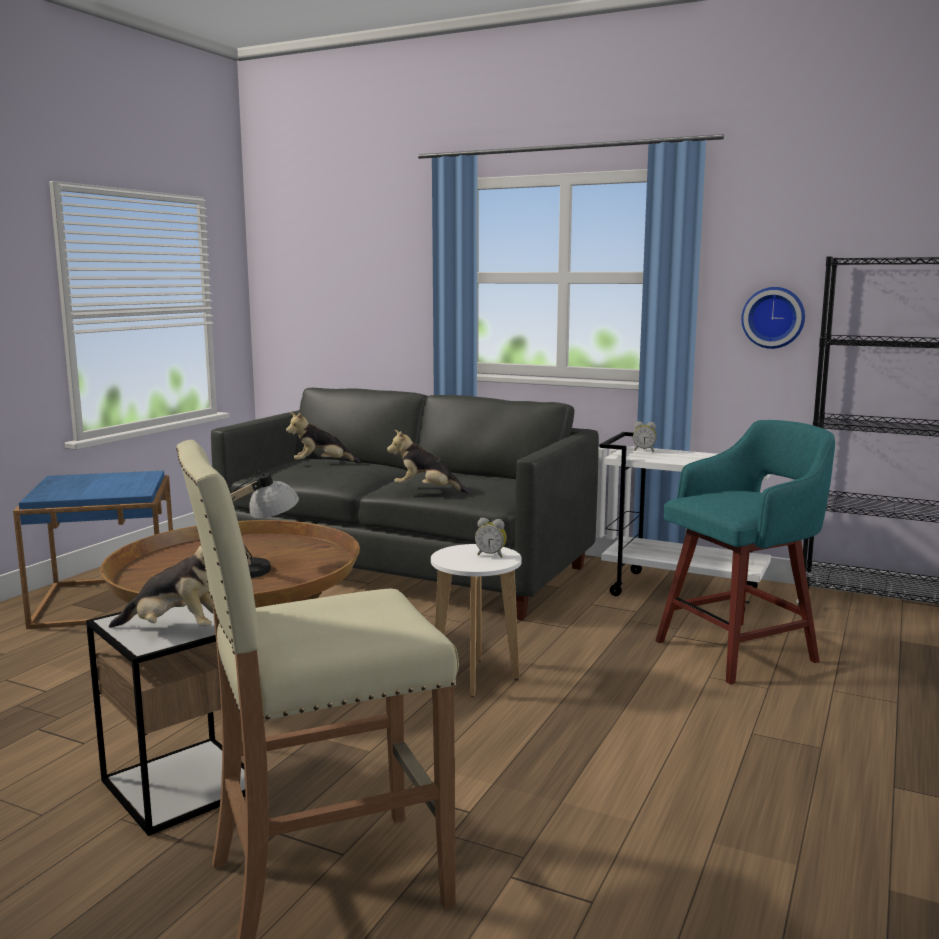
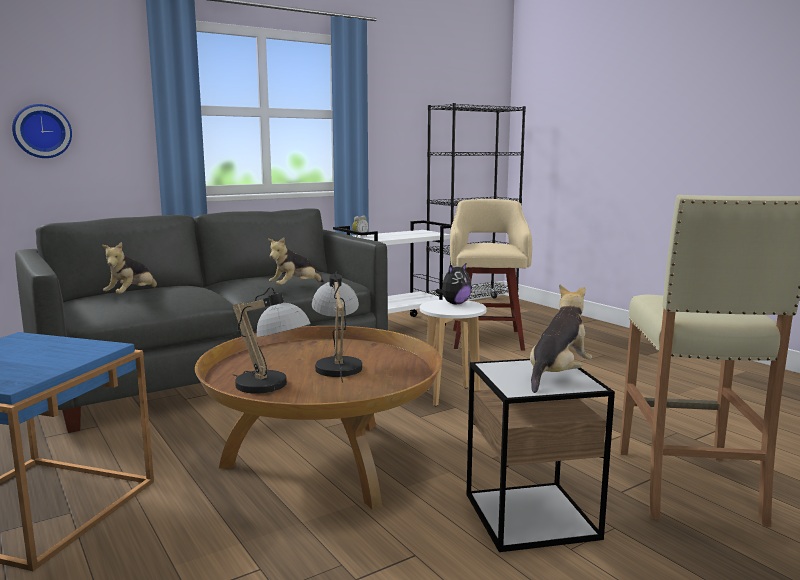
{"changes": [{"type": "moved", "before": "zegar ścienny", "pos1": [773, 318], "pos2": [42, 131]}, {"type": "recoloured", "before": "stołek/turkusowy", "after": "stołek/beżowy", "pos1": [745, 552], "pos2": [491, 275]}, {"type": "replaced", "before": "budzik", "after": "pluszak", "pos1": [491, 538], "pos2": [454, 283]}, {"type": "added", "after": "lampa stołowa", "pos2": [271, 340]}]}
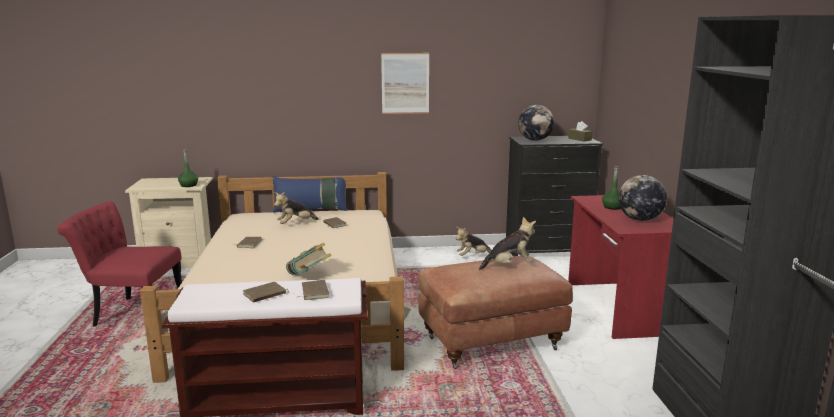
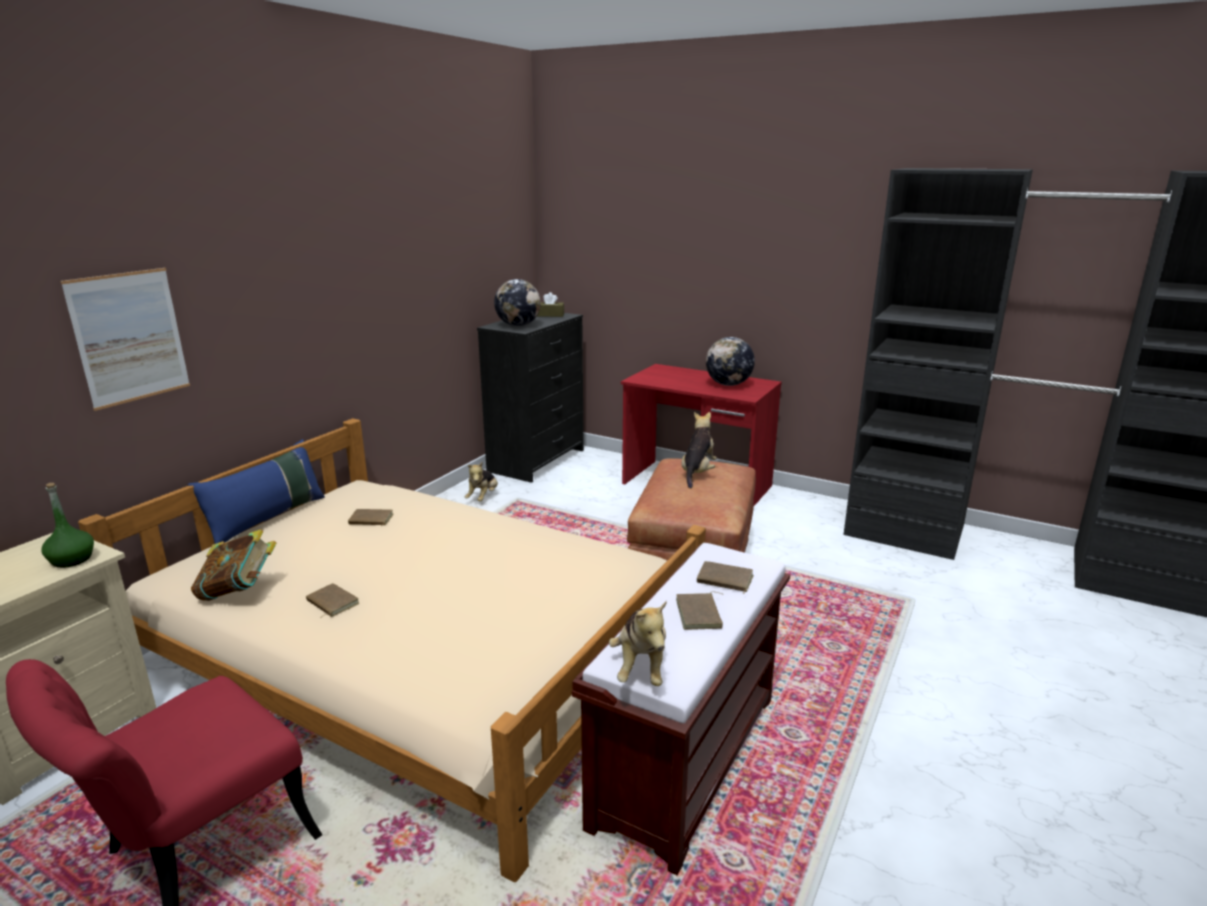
{"changes": [{"type": "moved", "before": "obraz", "pos1": [405, 83], "pos2": [125, 339]}, {"type": "removed", "before": "butelka/zielony", "pos1": [611, 188]}, {"type": "moved", "before": "pluszak", "pos1": [296, 208], "pos2": [637, 643]}, {"type": "moved", "before": "książka", "pos1": [308, 259], "pos2": [233, 565]}]}
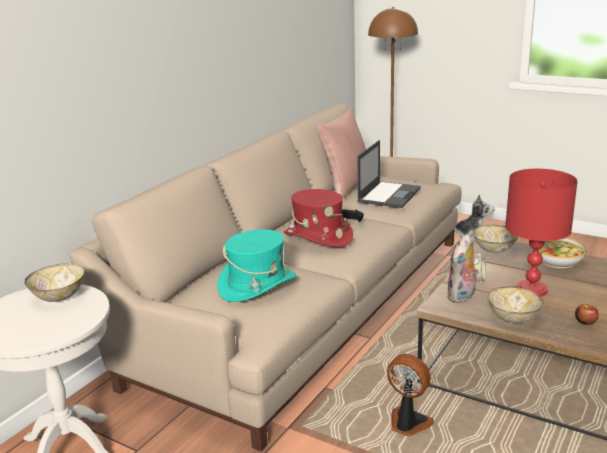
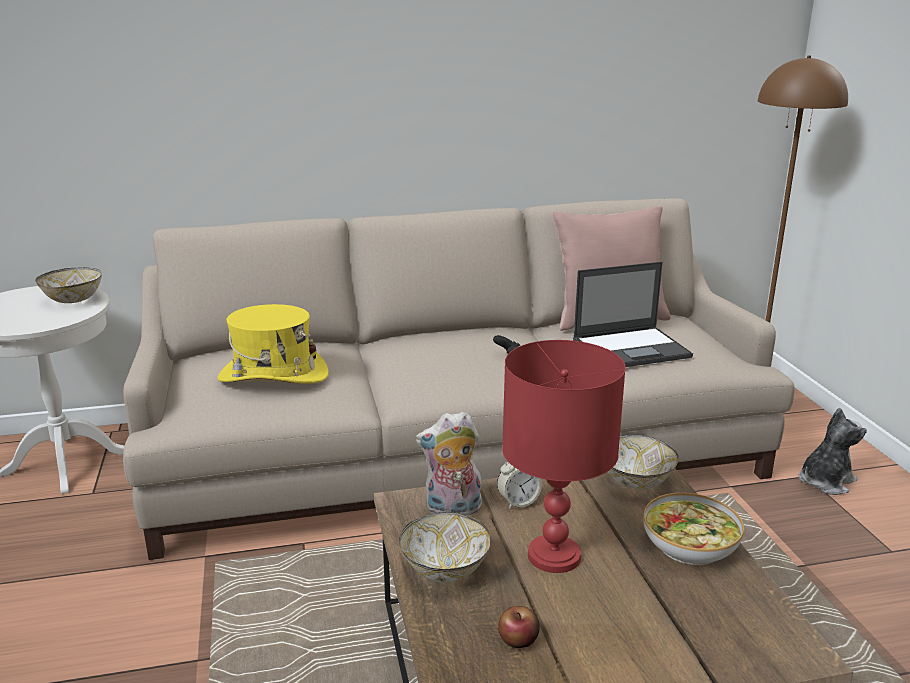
{"changes": [{"type": "removed", "before": "kapelusz/czerwony", "pos1": [318, 218]}, {"type": "turned", "before": "pluszak", "pos1": [475, 217], "pos2": [833, 451], "turn": -90}, {"type": "recoloured", "before": "kapelusz/turkusowy", "after": "kapelusz/żółty", "pos1": [257, 265], "pos2": [273, 344]}, {"type": "removed", "before": "wentylator", "pos1": [410, 395]}]}
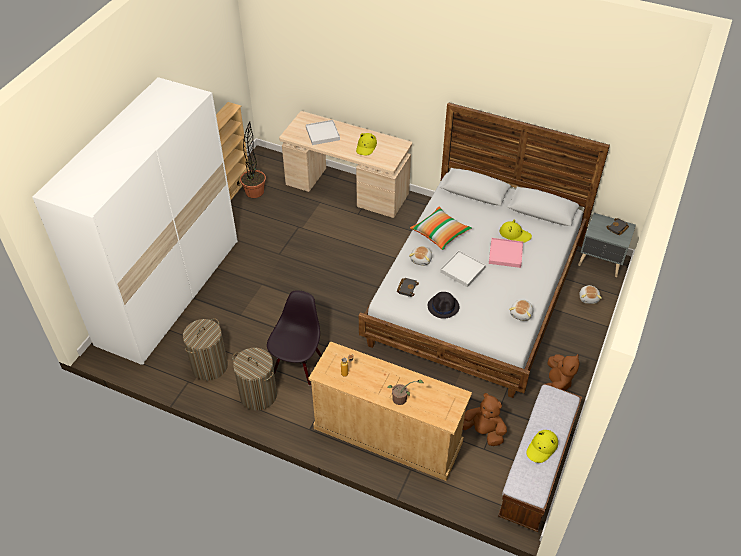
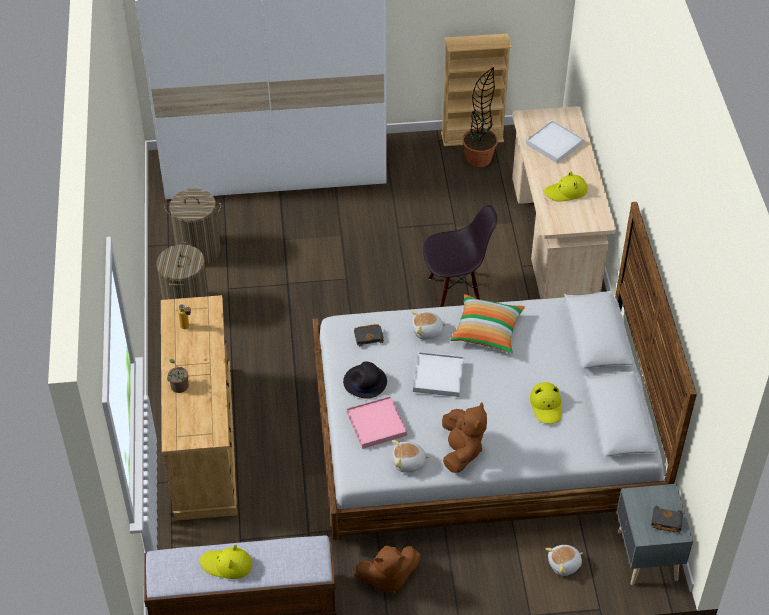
{"changes": [{"type": "moved", "before": "taca/różowy", "pos1": [506, 253], "pos2": [376, 422]}, {"type": "moved", "before": "krzesło/czarny", "pos1": [294, 338], "pos2": [460, 256]}, {"type": "moved", "before": "pluszak/brązowy", "pos1": [485, 419], "pos2": [464, 437]}]}
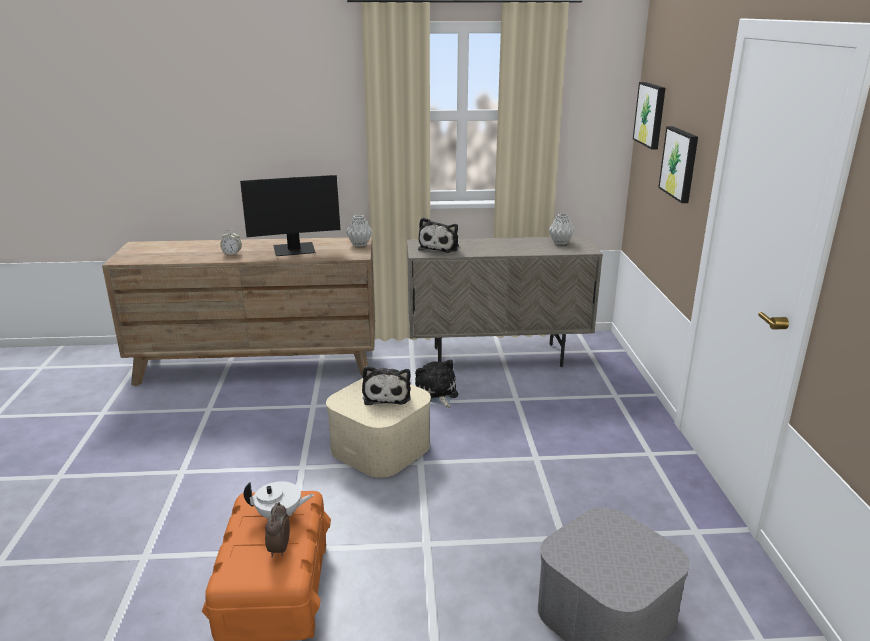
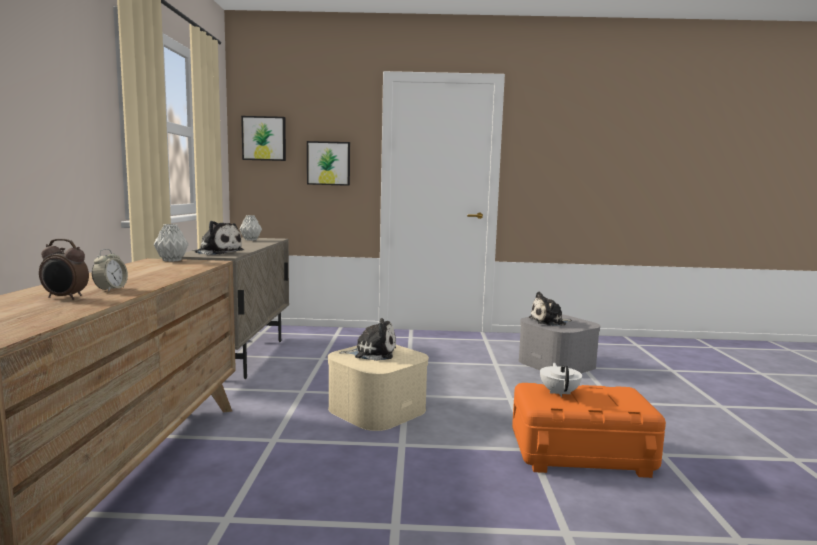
{"changes": [{"type": "removed", "before": "monitor", "pos1": [290, 215]}, {"type": "moved", "before": "pluszak", "pos1": [436, 383], "pos2": [550, 309]}, {"type": "moved", "before": "budzik", "pos1": [277, 529], "pos2": [64, 269]}]}
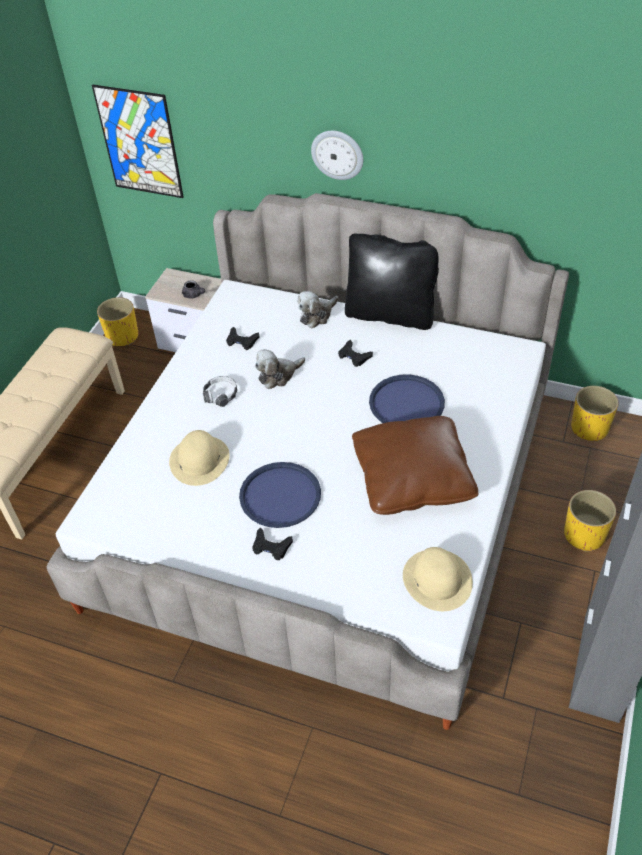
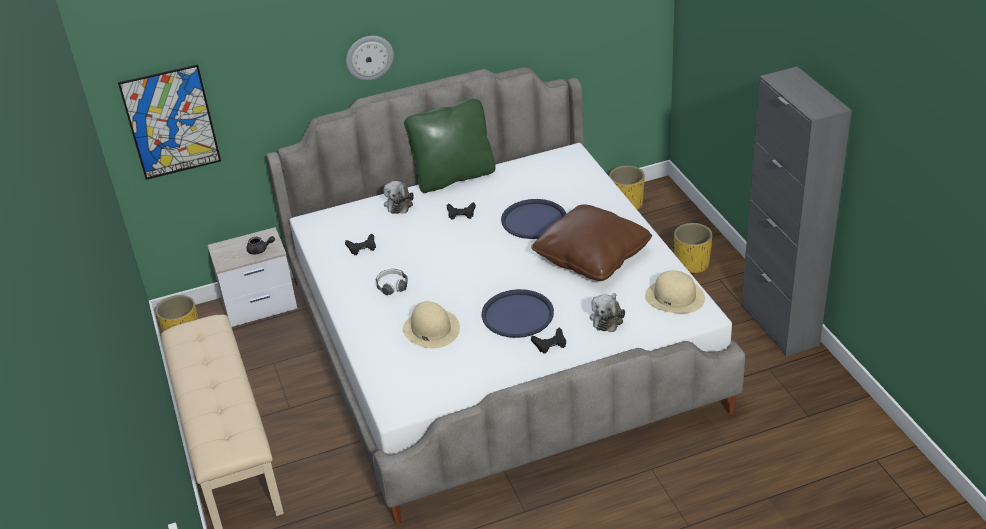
{"changes": [{"type": "recoloured", "before": "poduszka/czarny", "after": "poduszka/zielony", "pos1": [392, 282], "pos2": [450, 145]}, {"type": "moved", "before": "pluszak", "pos1": [280, 369], "pos2": [607, 312]}]}
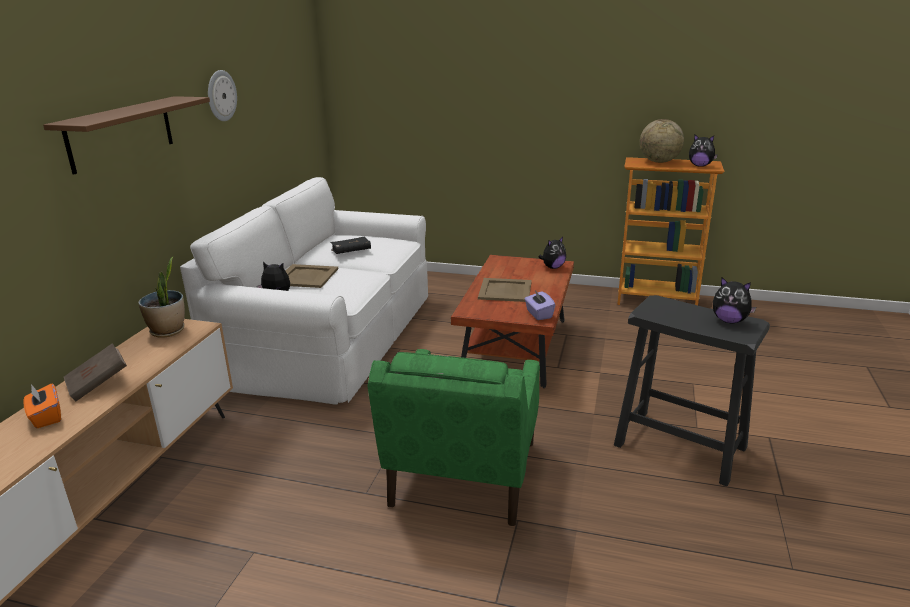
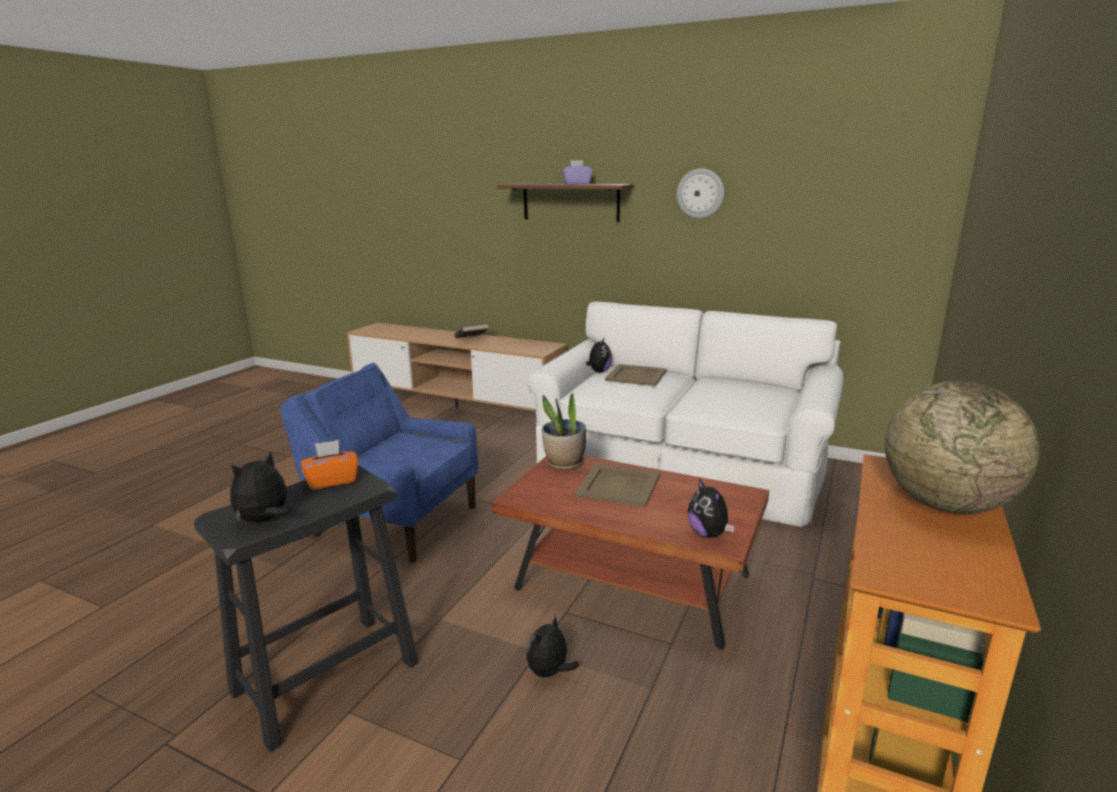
{"changes": [{"type": "moved", "before": "pluszak", "pos1": [703, 151], "pos2": [553, 648]}, {"type": "removed", "before": "książka/czarny", "pos1": [350, 245]}, {"type": "moved", "before": "roślina doniczkowa", "pos1": [161, 297], "pos2": [564, 431]}, {"type": "moved", "before": "pudełko chusteczek/fioletowy", "pos1": [539, 305], "pos2": [577, 172]}, {"type": "recoloured", "before": "fotel/zielony", "after": "fotel/niebieski", "pos1": [454, 437], "pos2": [379, 463]}, {"type": "moved", "before": "pudełko chusteczek/pomarańczowy", "pos1": [42, 405], "pos2": [330, 465]}]}
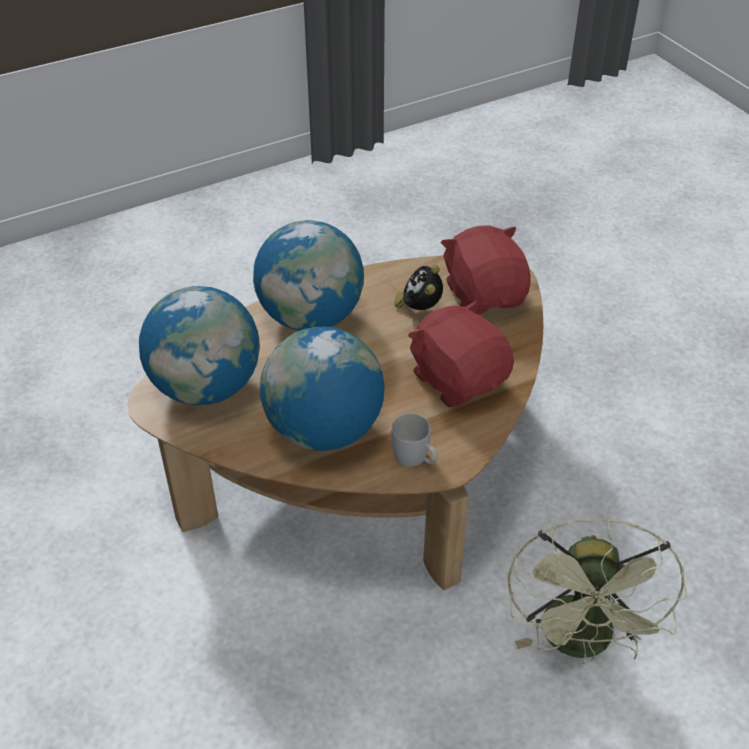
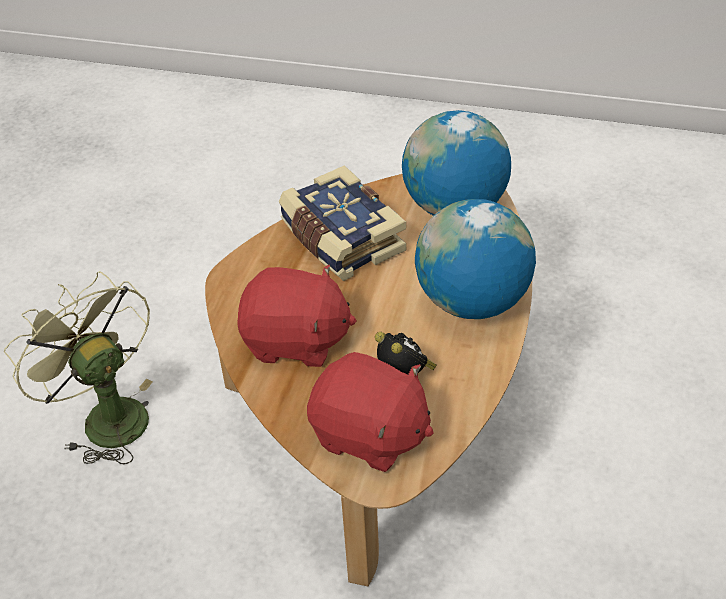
{"changes": [{"type": "replaced", "before": "globus", "after": "książka", "pos1": [322, 389], "pos2": [342, 223]}, {"type": "removed", "before": "kubek/biały", "pos1": [414, 440]}]}
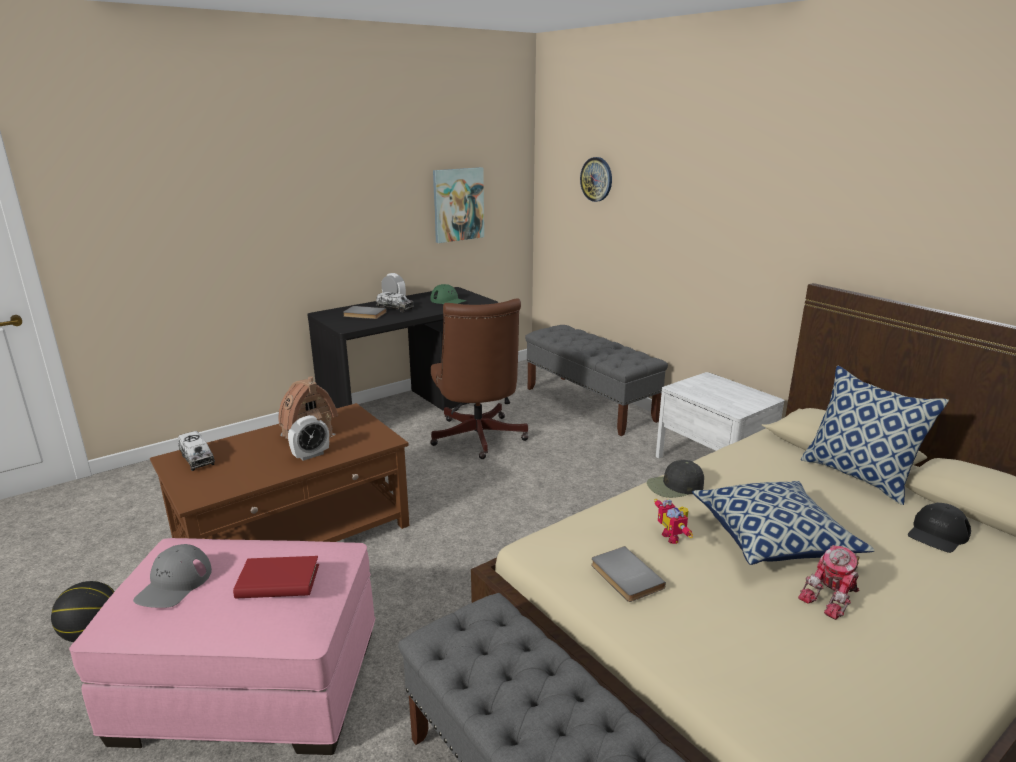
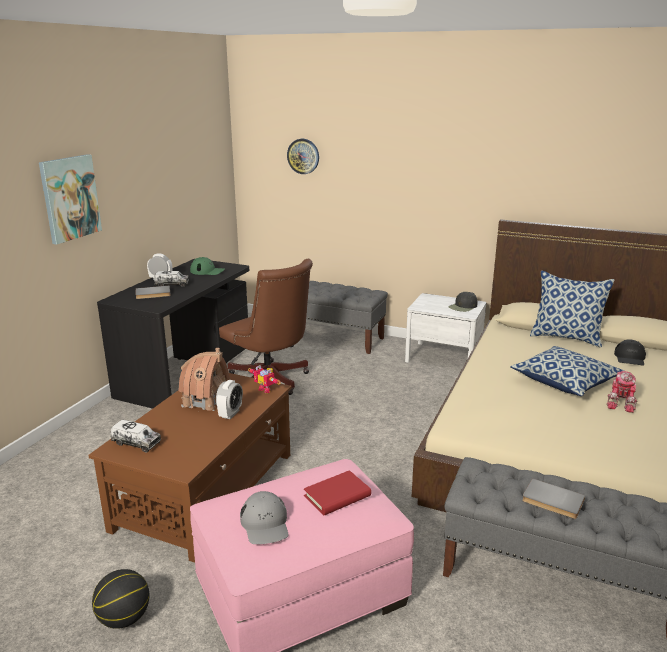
{"changes": [{"type": "moved", "before": "obraz", "pos1": [458, 205], "pos2": [70, 199]}, {"type": "moved", "before": "czapka z daszkiem/czarny", "pos1": [675, 479], "pos2": [462, 302]}, {"type": "moved", "before": "robot zabawkowy", "pos1": [673, 521], "pos2": [264, 379]}, {"type": "moved", "before": "książka/szary", "pos1": [628, 574], "pos2": [553, 498]}]}
